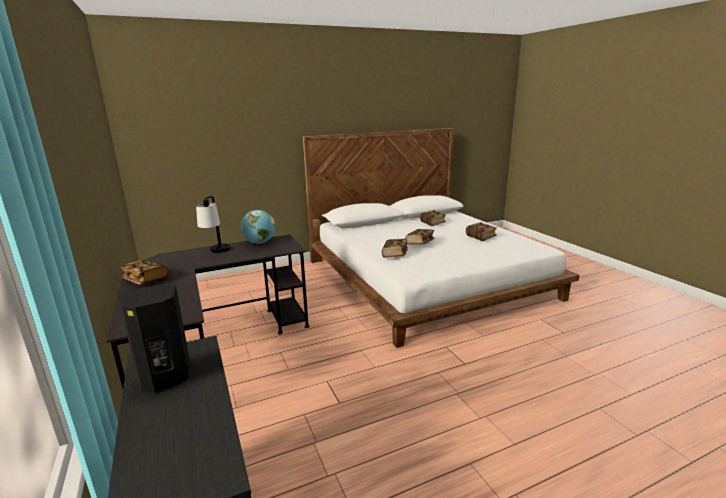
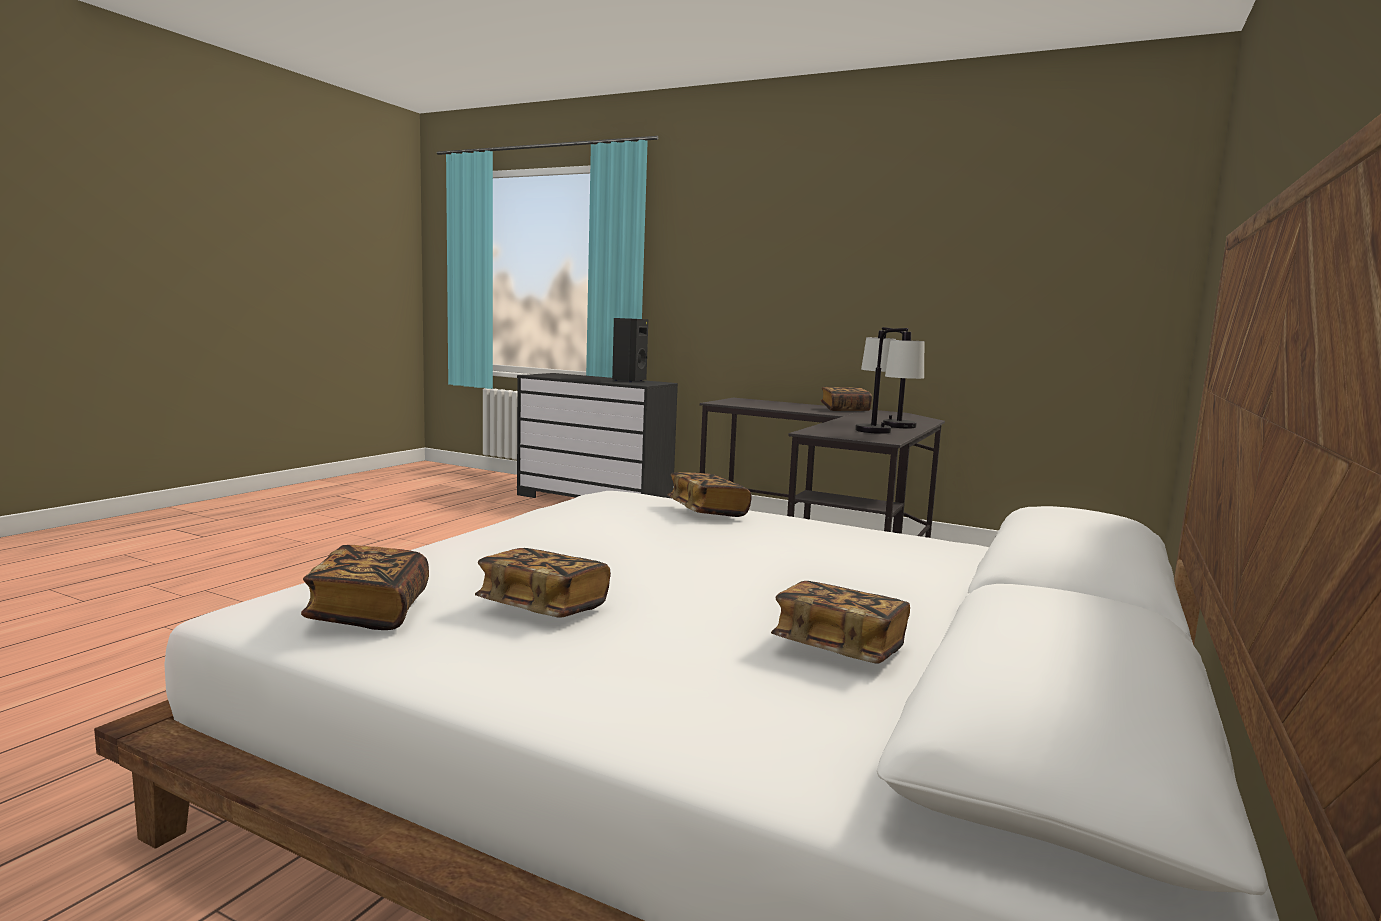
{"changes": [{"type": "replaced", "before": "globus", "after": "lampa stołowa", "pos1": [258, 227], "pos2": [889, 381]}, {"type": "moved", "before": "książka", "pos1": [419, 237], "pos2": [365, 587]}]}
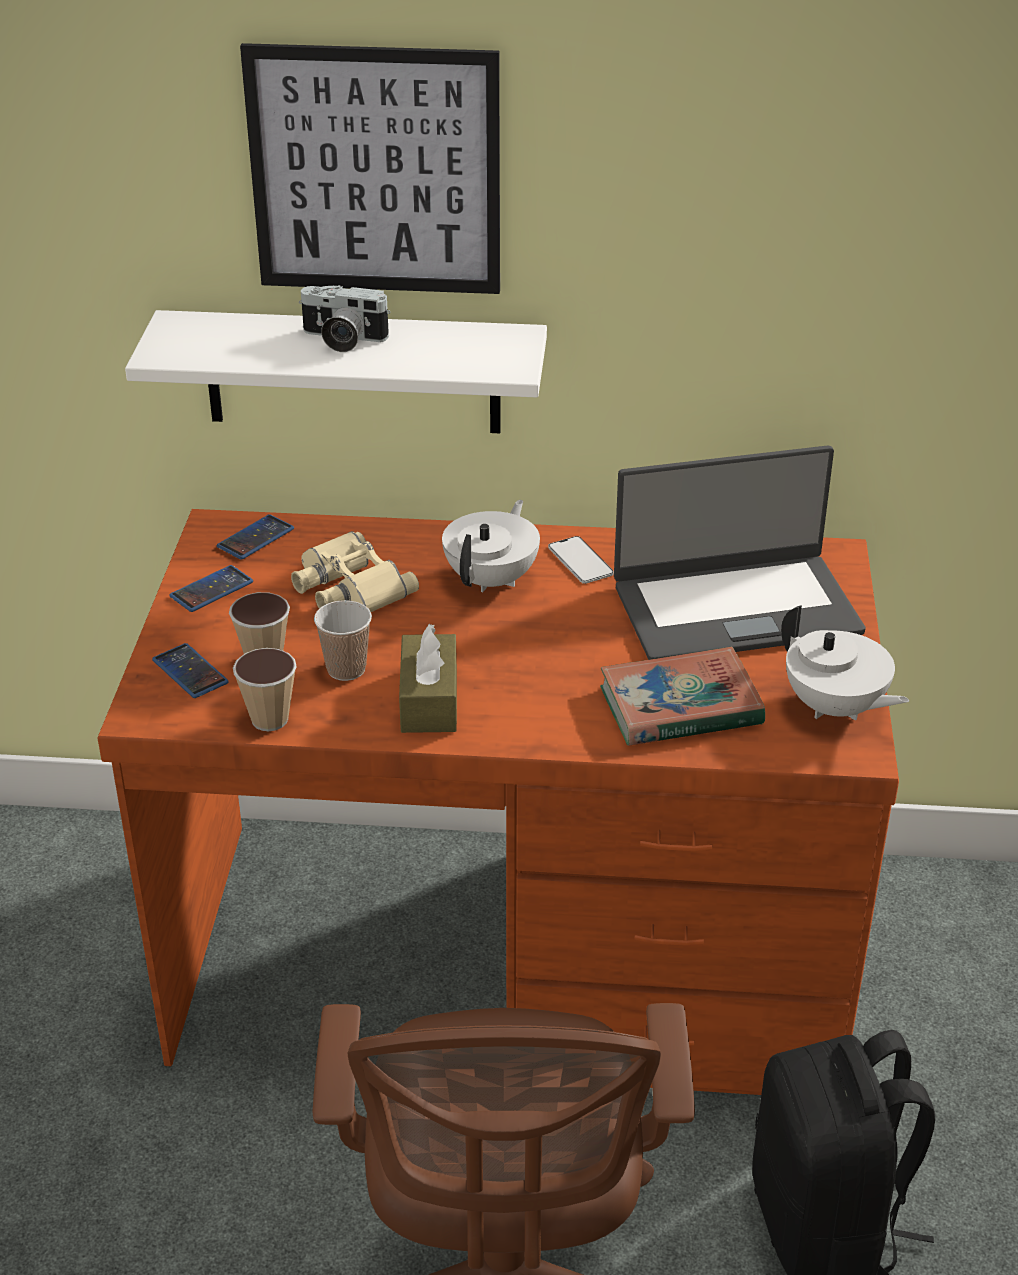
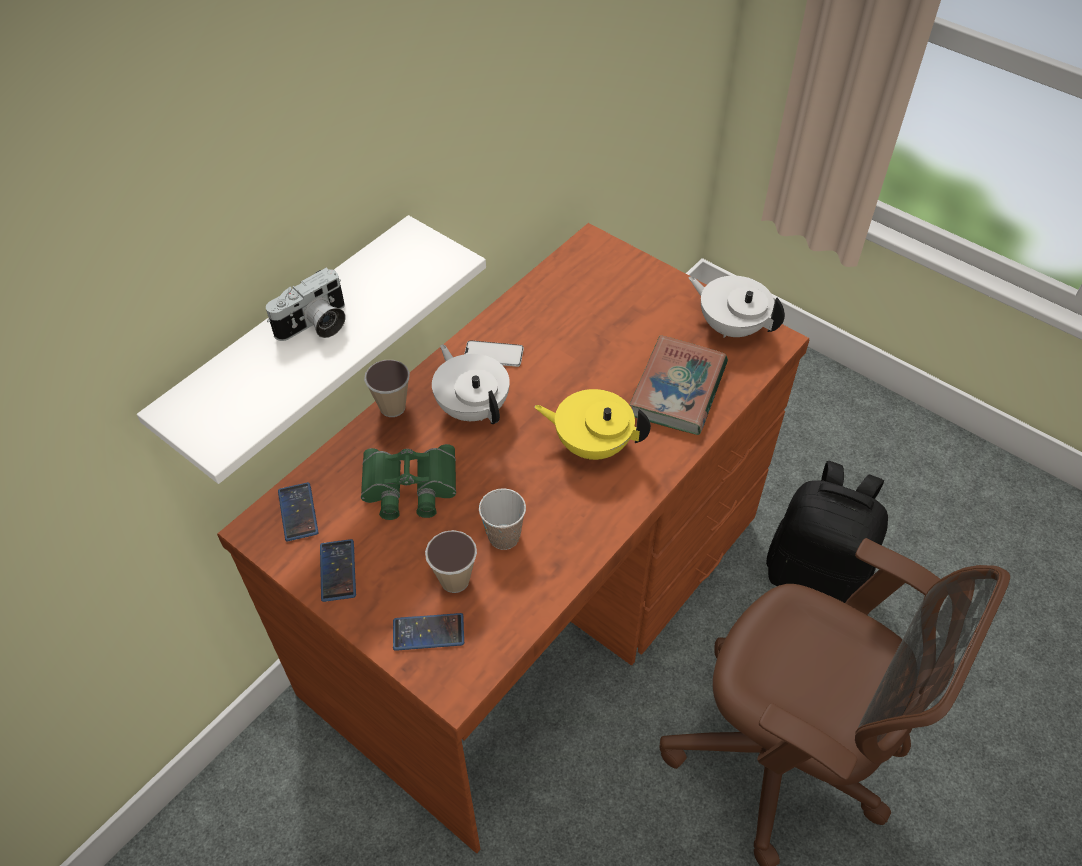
{"changes": [{"type": "removed", "before": "obraz", "pos1": [370, 168]}, {"type": "removed", "before": "laptop", "pos1": [740, 553]}, {"type": "recoloured", "before": "lornetka/beżowy", "after": "lornetka/zielony", "pos1": [355, 571], "pos2": [408, 482]}, {"type": "turned", "before": "imbryk/biały", "pos1": [845, 662], "pos2": [736, 307], "turn": -135}, {"type": "removed", "before": "pudełko chusteczek/brązowy", "pos1": [428, 678]}, {"type": "moved", "before": "filiżanka", "pos1": [265, 689], "pos2": [387, 388]}, {"type": "added", "after": "imbryk/żółty", "pos2": [592, 424]}]}
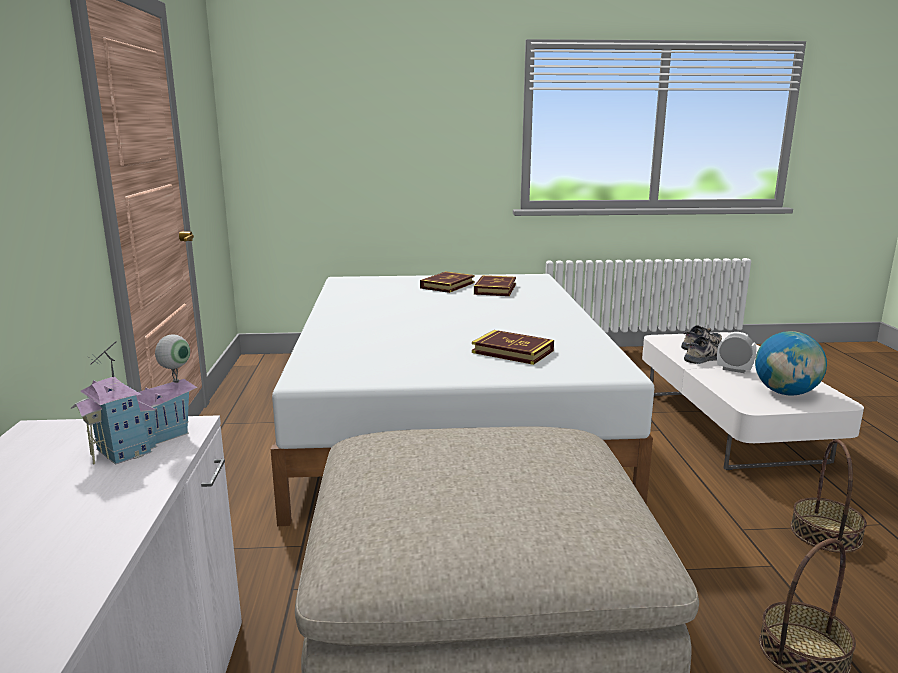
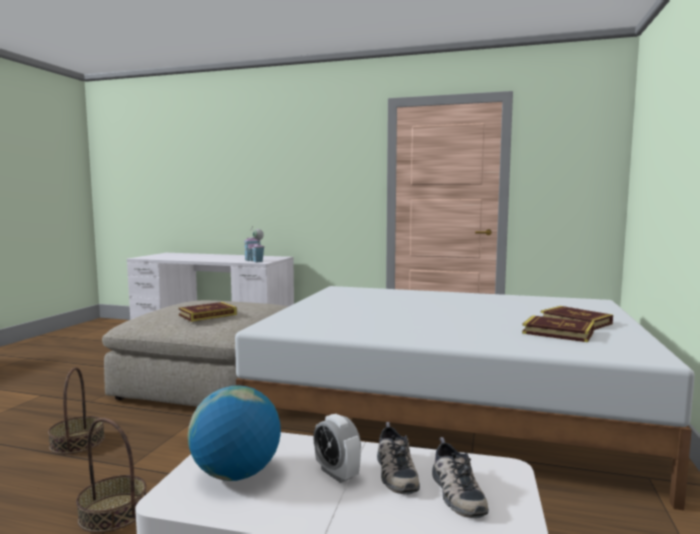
{"changes": [{"type": "moved", "before": "książka", "pos1": [513, 347], "pos2": [207, 312]}, {"type": "turned", "before": "budzik", "pos1": [736, 352], "pos2": [337, 448], "turn": 90}]}
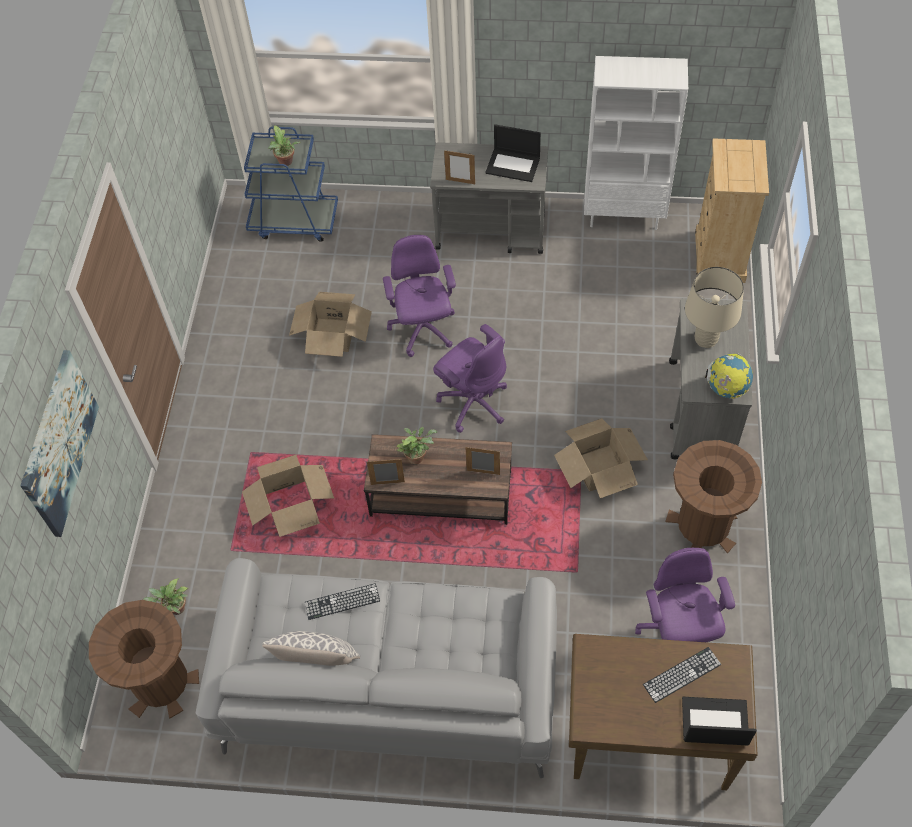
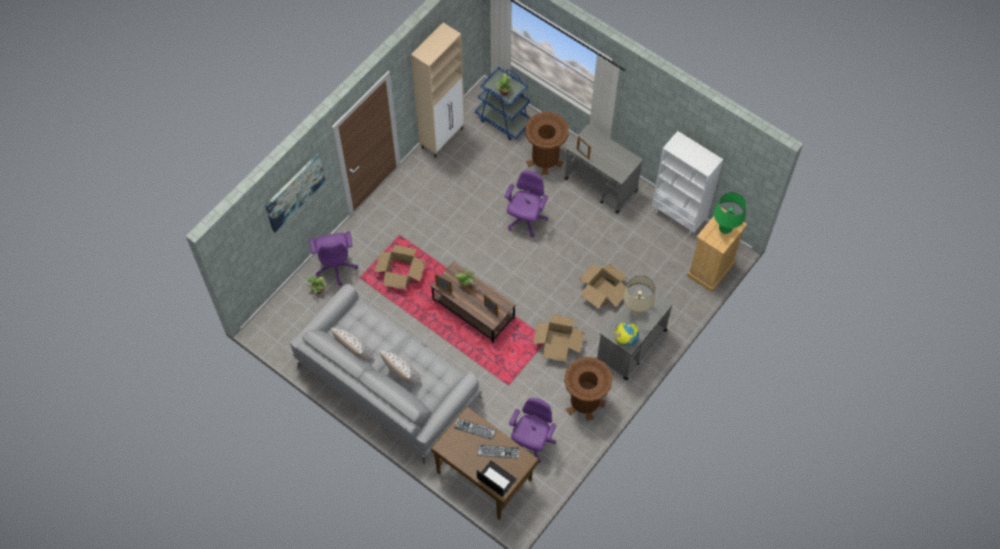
{"changes": [{"type": "removed", "before": "laptop", "pos1": [513, 153]}, {"type": "moved", "before": "karton", "pos1": [330, 324], "pos2": [604, 285]}, {"type": "moved", "before": "krzesło biurowe/fioletowy", "pos1": [470, 378], "pos2": [333, 258]}, {"type": "moved", "before": "klawiatura", "pos1": [342, 601], "pos2": [475, 429]}, {"type": "moved", "before": "kosz na śmieci/brązowy", "pos1": [144, 659], "pos2": [547, 143]}, {"type": "added", "after": "szafka/beżowy", "pos2": [438, 90]}, {"type": "added", "after": "lampa stołowa/zielony", "pos2": [730, 213]}, {"type": "added", "after": "poduszka", "pos2": [400, 367]}]}
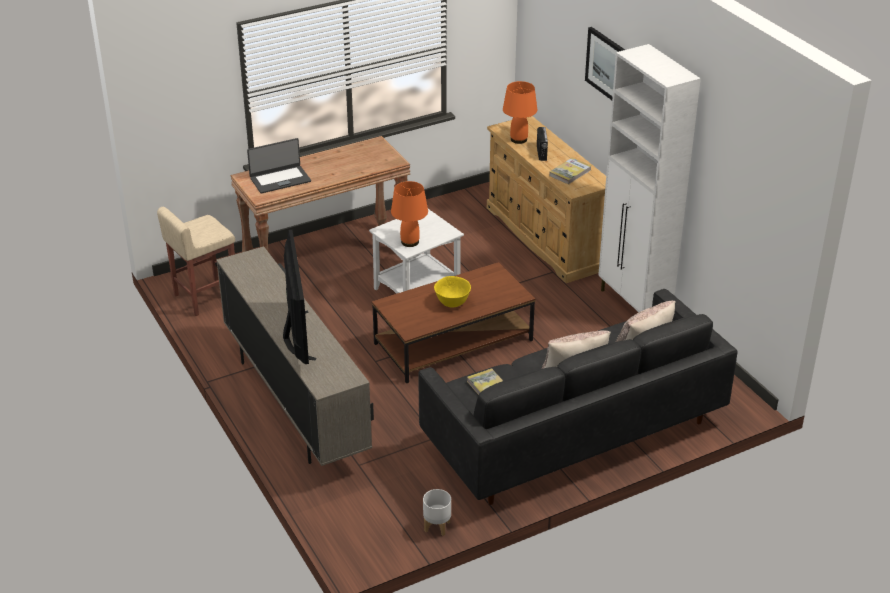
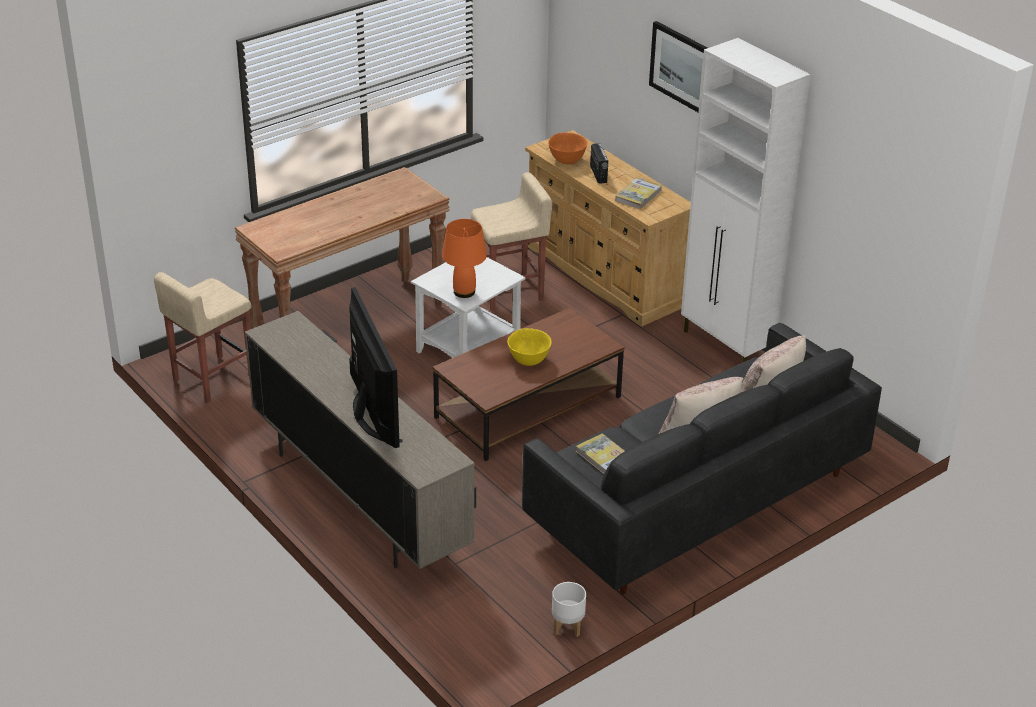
{"changes": [{"type": "replaced", "before": "lampa stołowa/pomarańczowy", "after": "miska/pomarańczowy", "pos1": [520, 112], "pos2": [568, 148]}, {"type": "removed", "before": "laptop", "pos1": [279, 166]}, {"type": "added", "after": "stołek/beżowy", "pos2": [511, 241]}]}
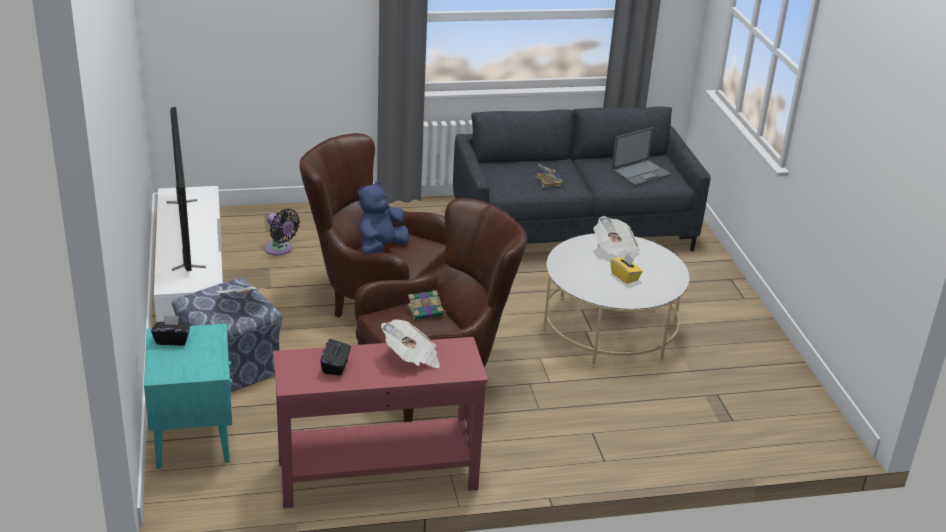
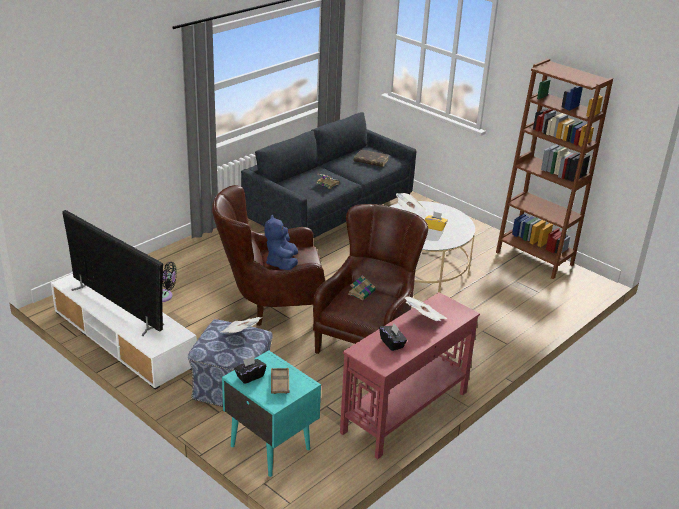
{"changes": [{"type": "replaced", "before": "laptop", "after": "książka/brązowy", "pos1": [641, 156], "pos2": [371, 158]}, {"type": "added", "after": "regał/brązowy", "pos2": [554, 169]}, {"type": "added", "after": "taca/brązowy", "pos2": [280, 381]}]}
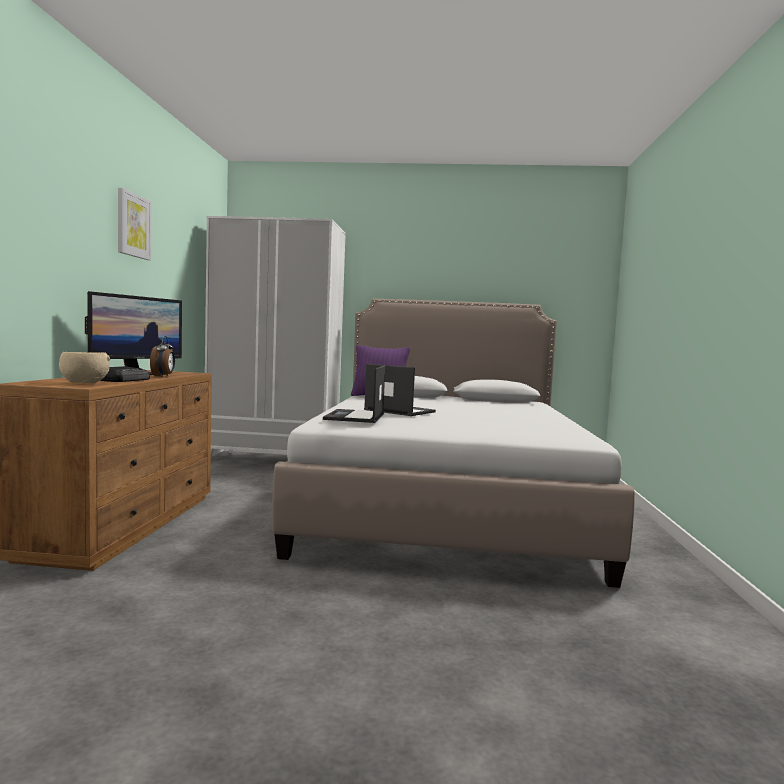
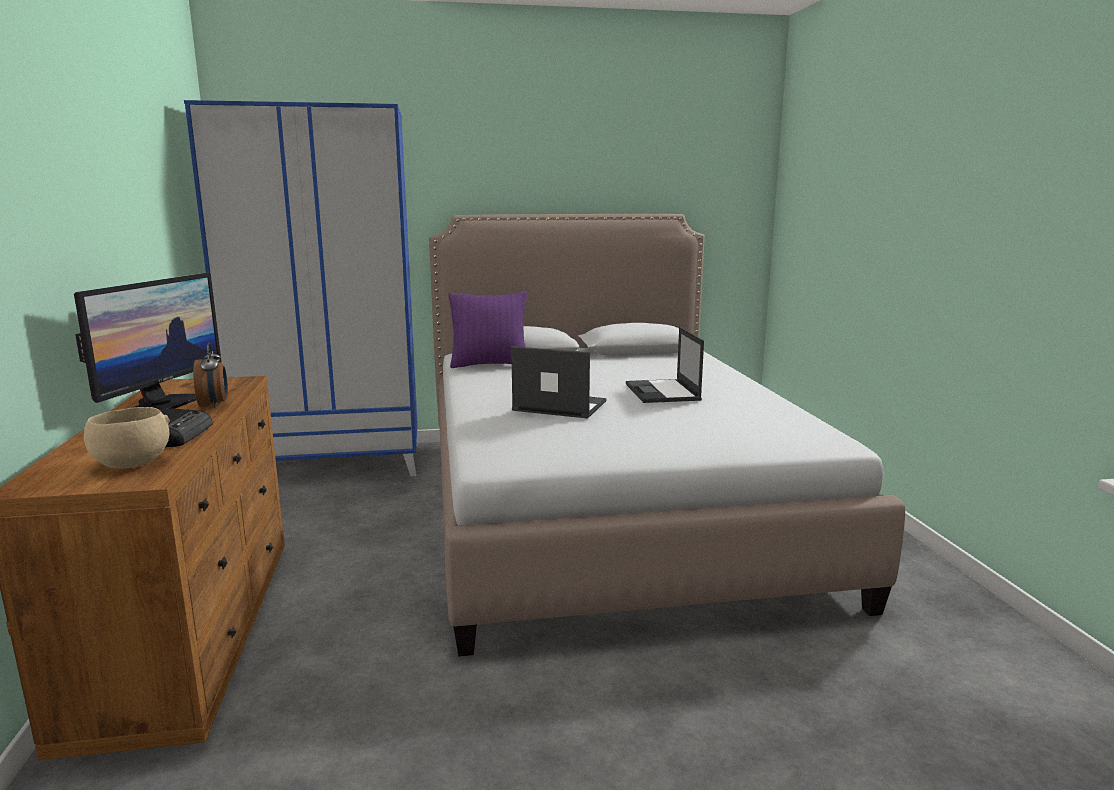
{"changes": [{"type": "removed", "before": "obraz", "pos1": [134, 224]}, {"type": "recoloured", "before": "szafa/biały", "after": "szafa/niebieski", "pos1": [275, 337], "pos2": [301, 288]}, {"type": "moved", "before": "laptop", "pos1": [354, 394], "pos2": [665, 365]}]}
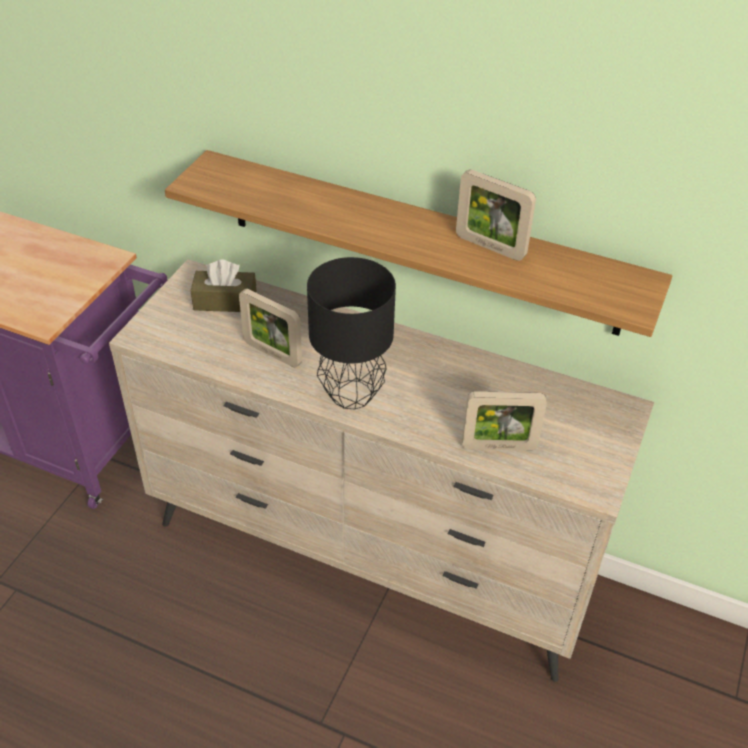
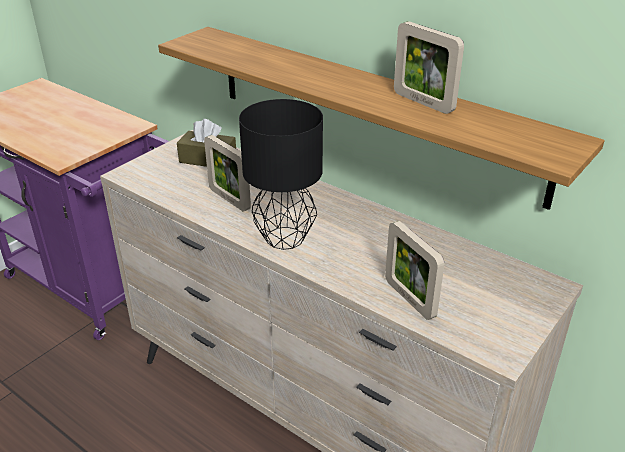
{"changes": [{"type": "turned", "before": "ramka na zdjęcie", "pos1": [504, 421], "pos2": [414, 270], "turn": 45}]}
